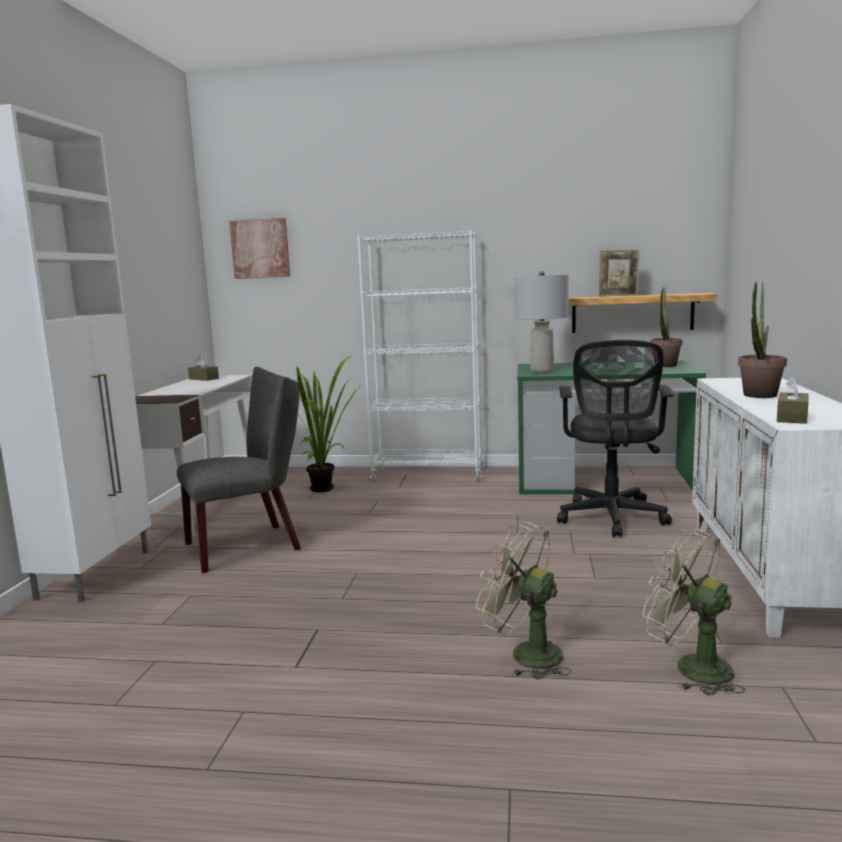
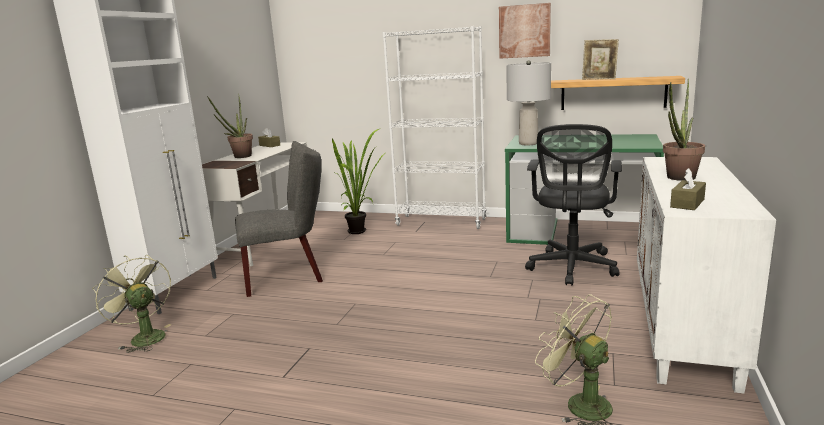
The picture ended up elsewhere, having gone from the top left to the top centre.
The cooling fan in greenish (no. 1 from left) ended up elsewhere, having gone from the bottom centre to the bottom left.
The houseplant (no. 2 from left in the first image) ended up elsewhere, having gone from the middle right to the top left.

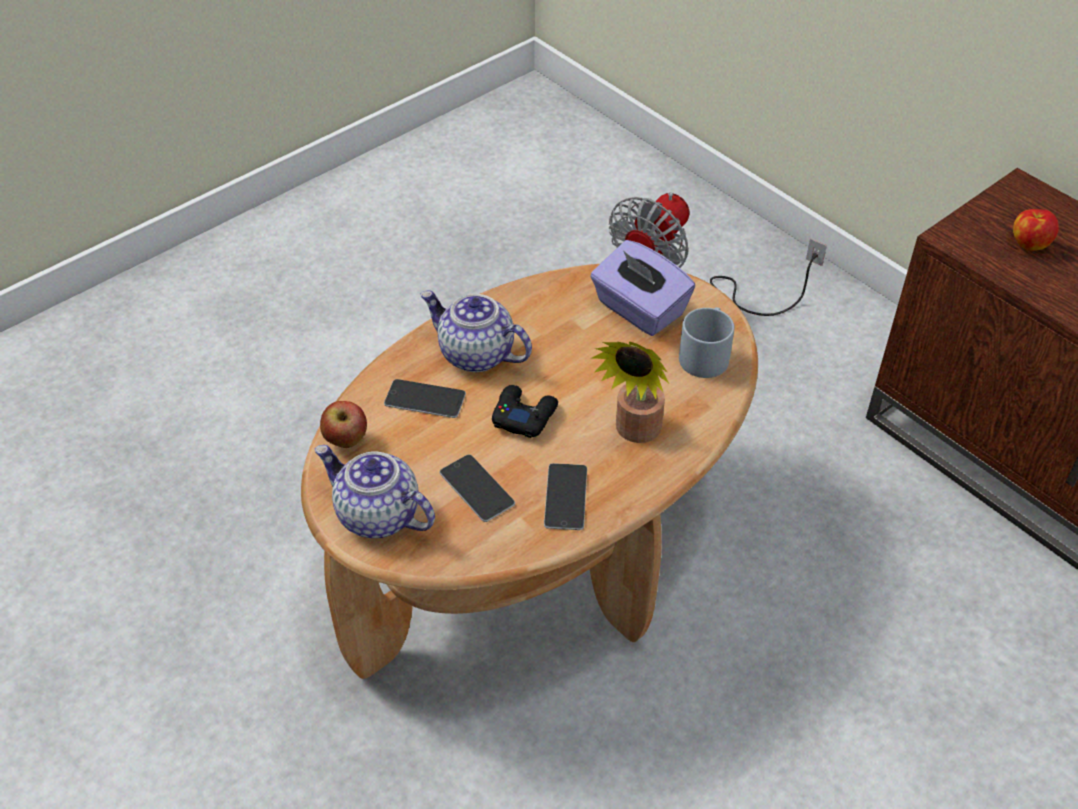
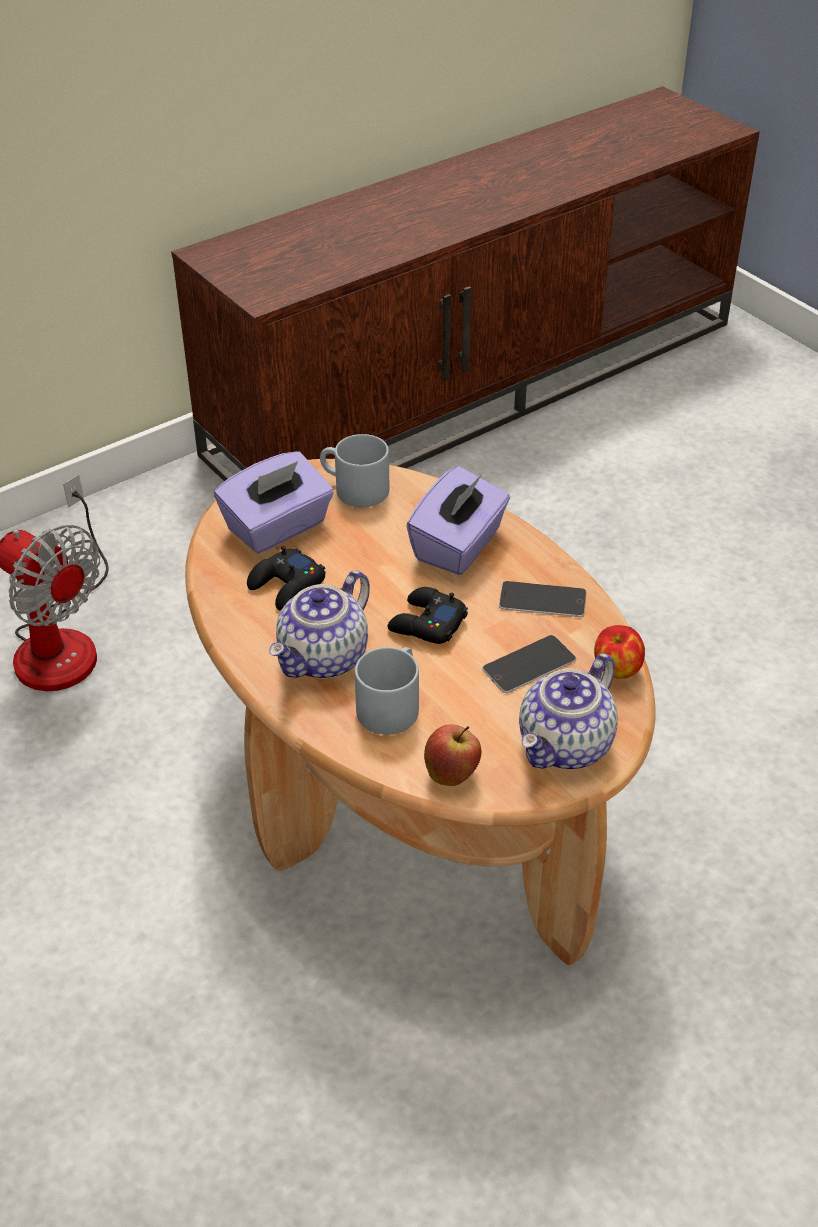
Where the handset (no. 1 from left) stood at the centre, the mug in grey (no. 2 from left) came to stand at the centre.
Where the houseplant stood at the centre, the tissue holder in purplish (no. 2 from left) came to stand at the centre.
The apple (no. 2 from left) ended up elsewhere, having gone from the top right to the middle right.
The second view gained the joypad in blackish (no. 1 from left) at the centre.

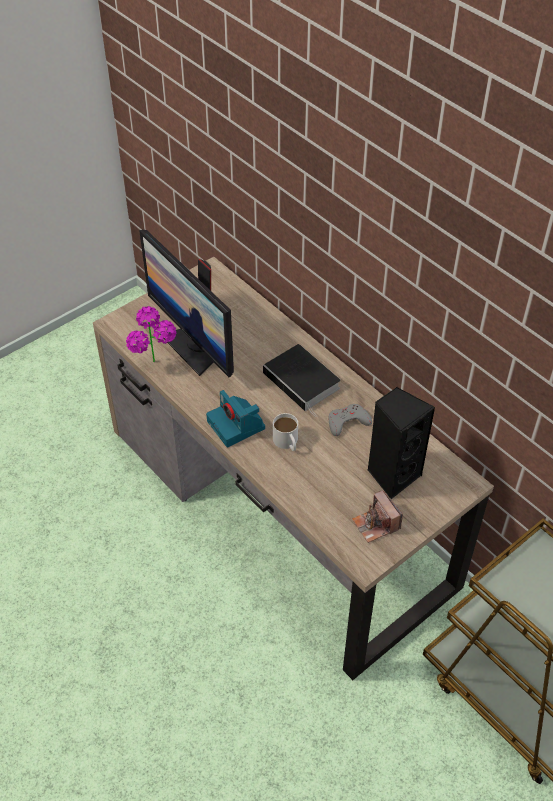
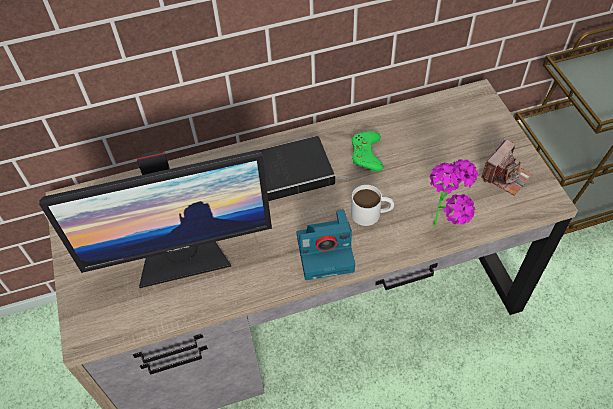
The houseplant ended up elsewhere, having gone from the middle left to the middle right.
What was the joypad in grey at the centre turned into the joypad in greenish at the centre.
The photo camera (no. 2 from left) at the middle right ended up facing another way, 45 degrees counterclockwise from before.
The second view lost the loudspeaker in blackish at the middle right.

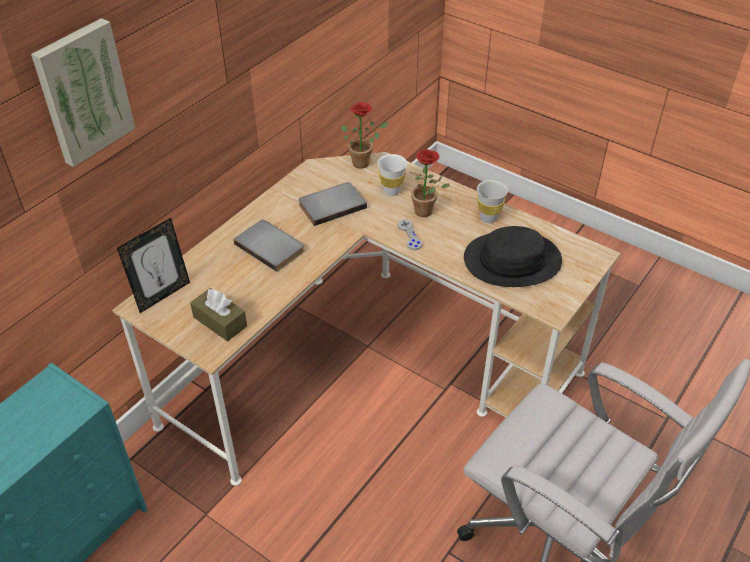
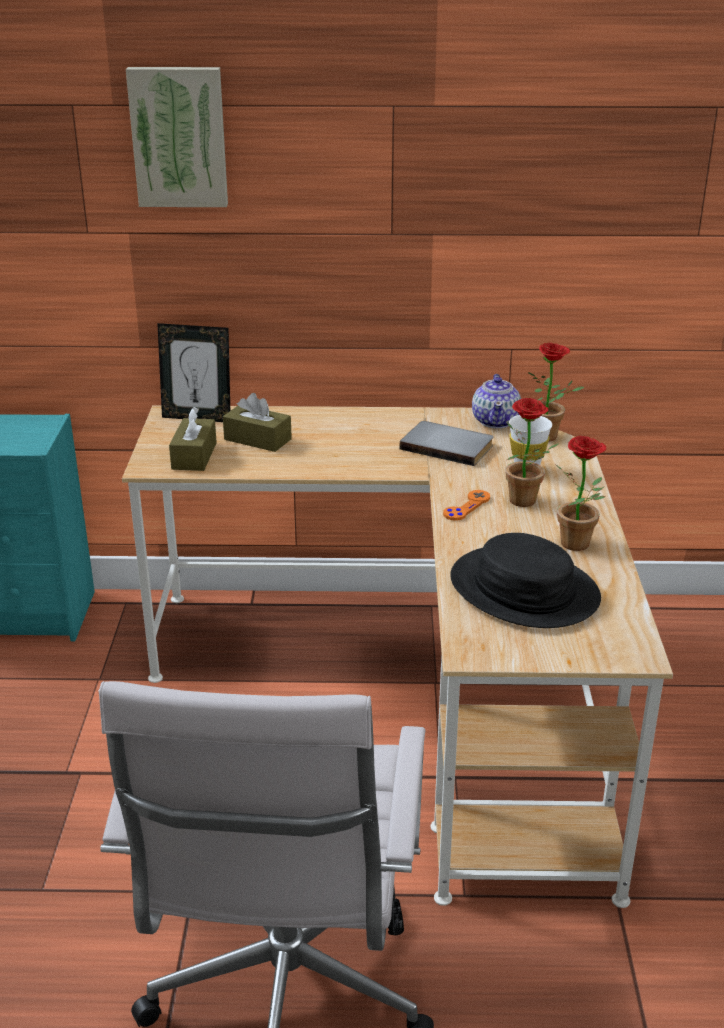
The second view lost the book in grey (no. 1 from left) at the centre.
What was the joypad in grey at the centre turned into the joypad in orange at the centre.
Where the cup in white (no. 2 from left) stood at the centre, the houseplant (no. 3 from left) came to stand at the middle right.
The second view gained the tissue holder in brownish (no. 2 from left) at the centre.
The second view gained the tea pot at the middle right.

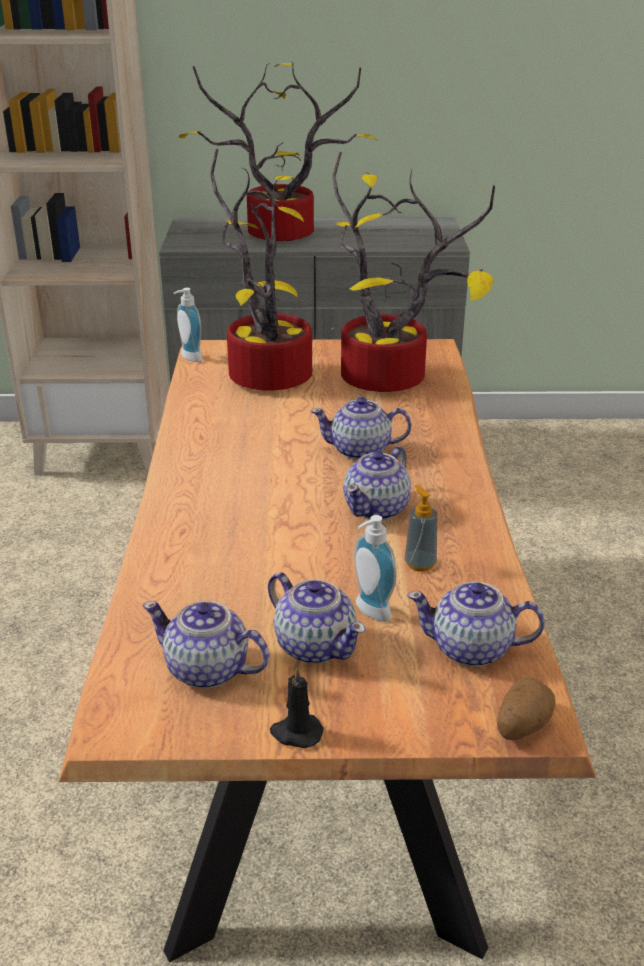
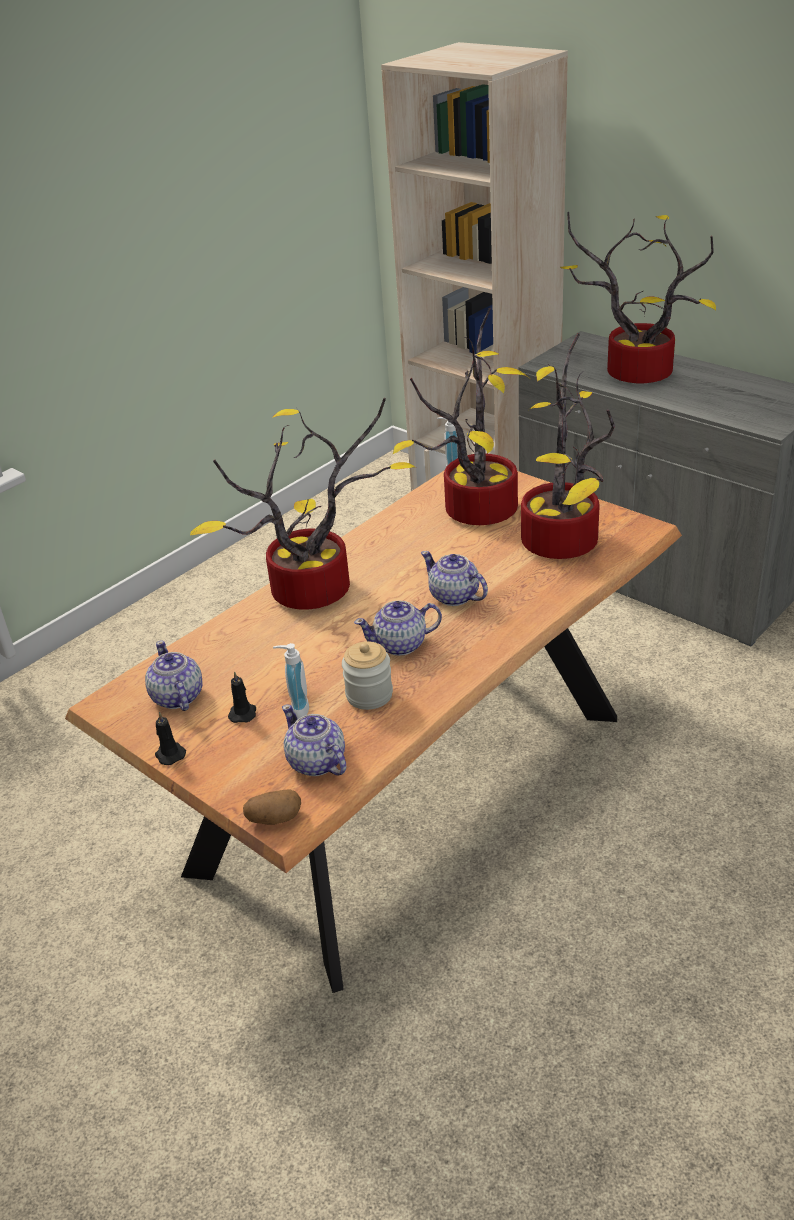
Where the tea pot (no. 2 from left) stood at the centre, the candle in blackish (no. 2 from left) came to stand at the middle left.
Where the soap dispenser (no. 3 from left) stood at the centre, the storage jar came to stand at the centre.
The second view gained the houseplant (no. 1 from left) at the centre.

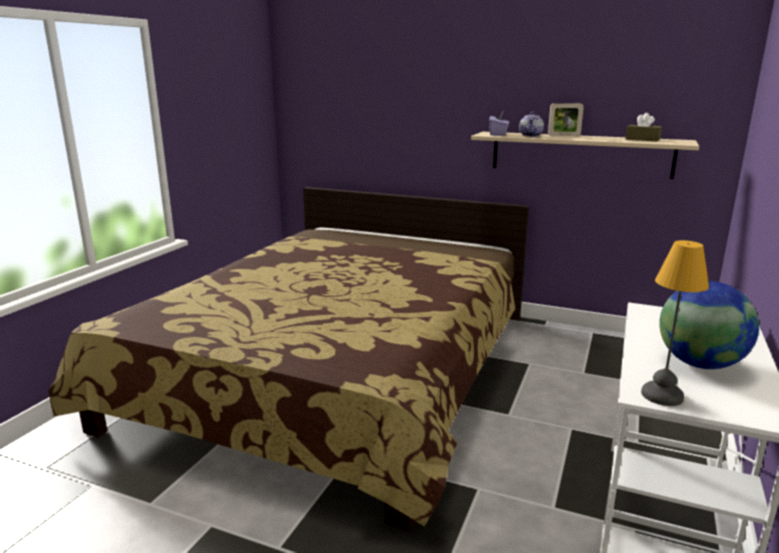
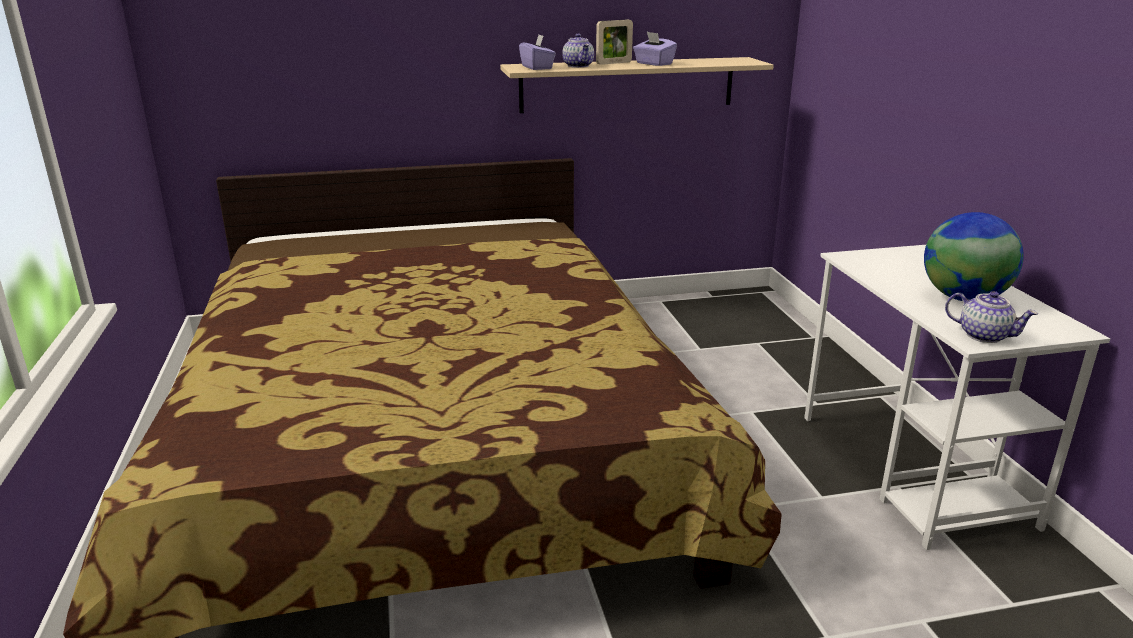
The second view lost the tissue holder in brownish at the top right.
Where the lamp for a table stood at the middle right, the tea pot (no. 2 from left) came to stand at the middle right.
The second view gained the tissue holder in purplish (no. 2 from left) at the top centre.

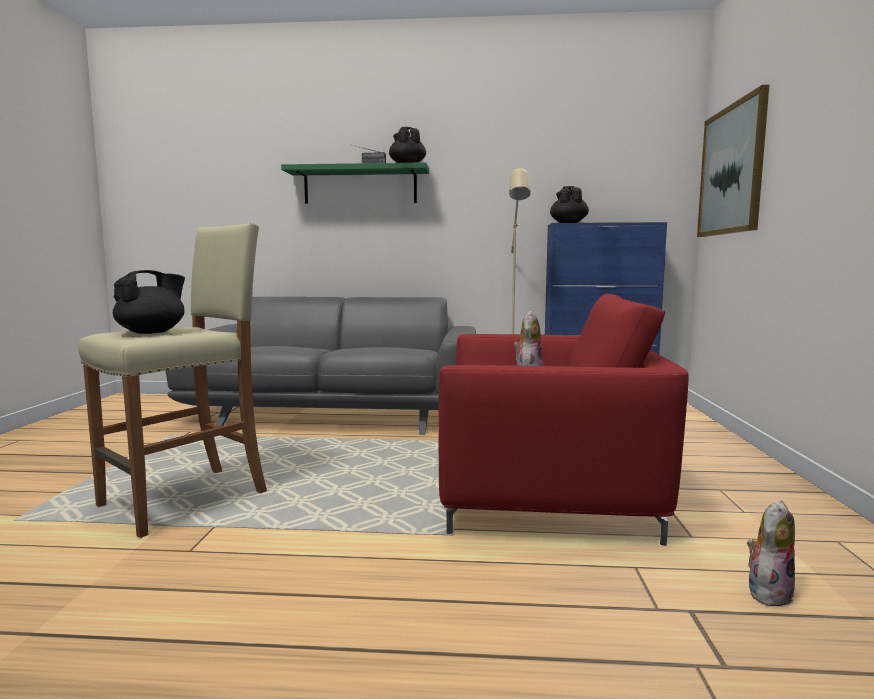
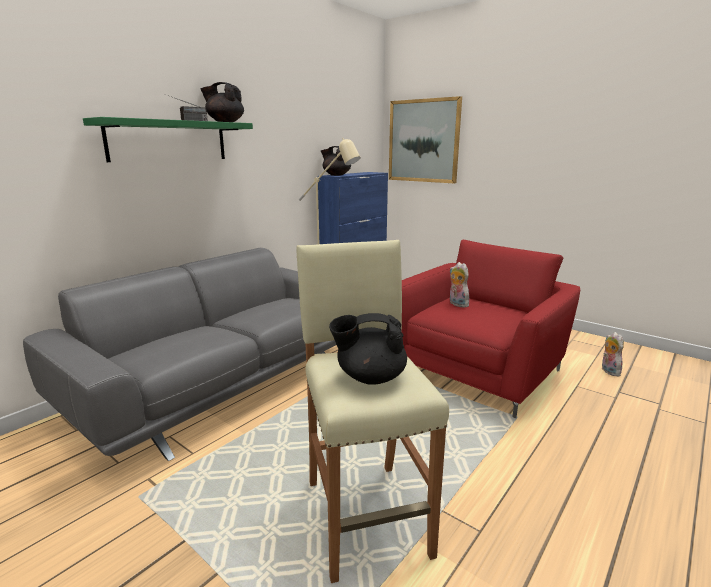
The tea pot in blackish (no. 1 from left in the first image) at the middle left ended up facing another way, 75 degrees counterclockwise from before.

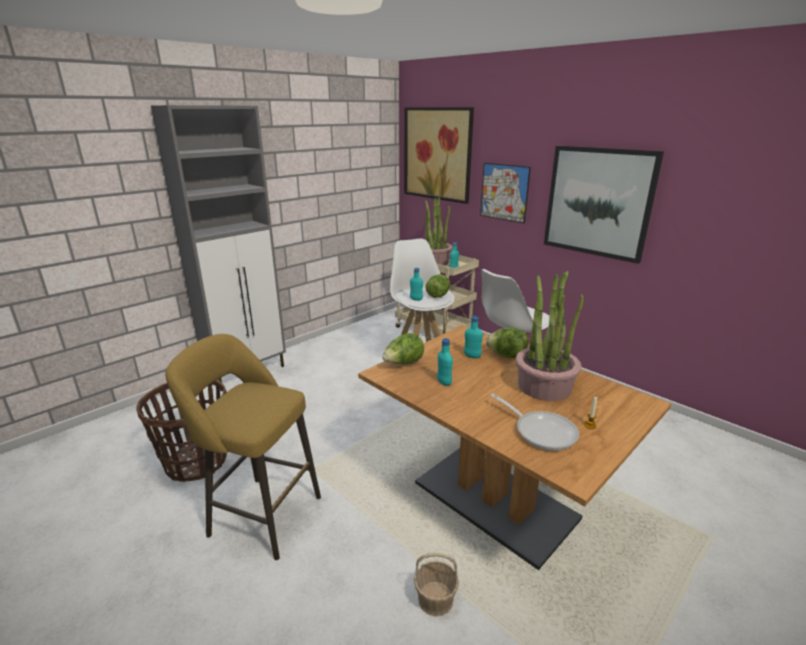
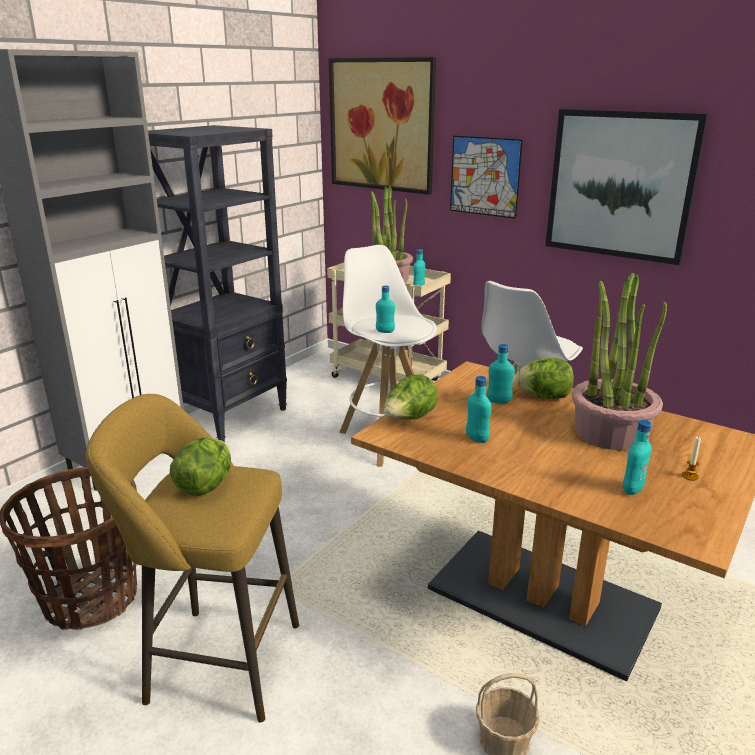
The lettuce (no. 2 from left in the first image) ended up elsewhere, having gone from the centre to the middle left.
Where the frying pan stood at the centre, the beverage bottle in turquoise-coloured (no. 5 from left) came to stand at the middle right.
The second view gained the bookshelf in blackish at the middle left.

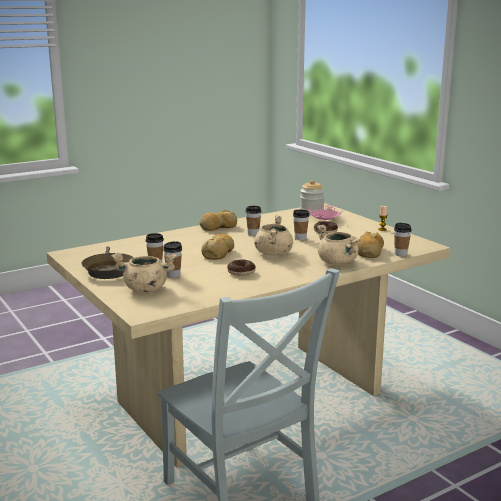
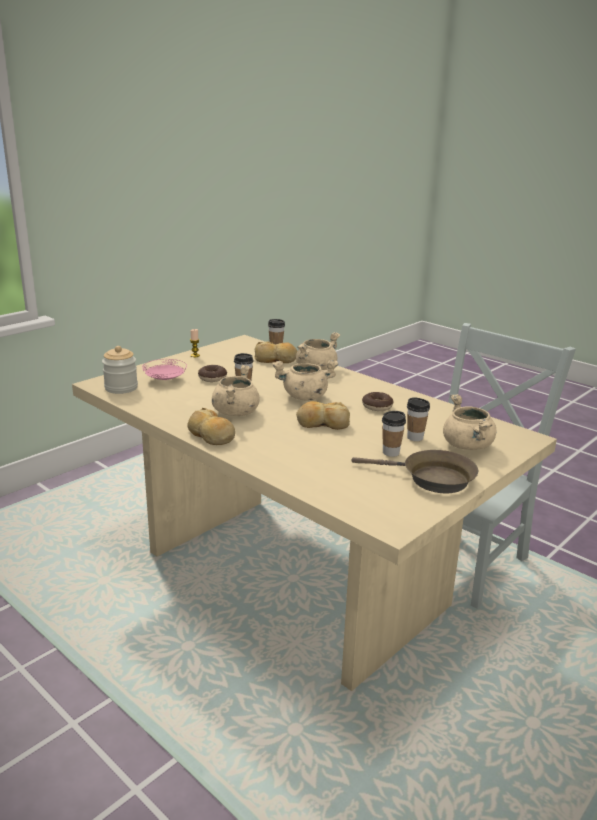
The frying pan in brownish at the middle left ended up facing another way, 45 degrees clockwise from before.
Where the cup (no. 3 from left) stood at the centre, the stockpot in beige-coloured (no. 1 from left) came to stand at the centre.

